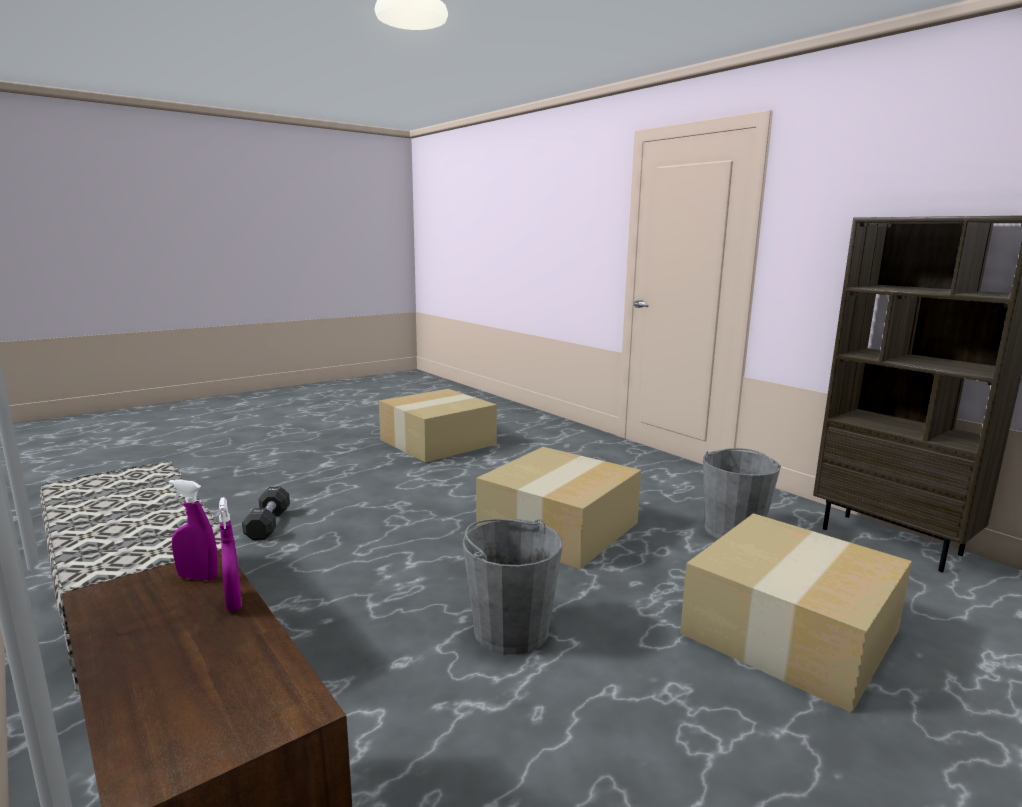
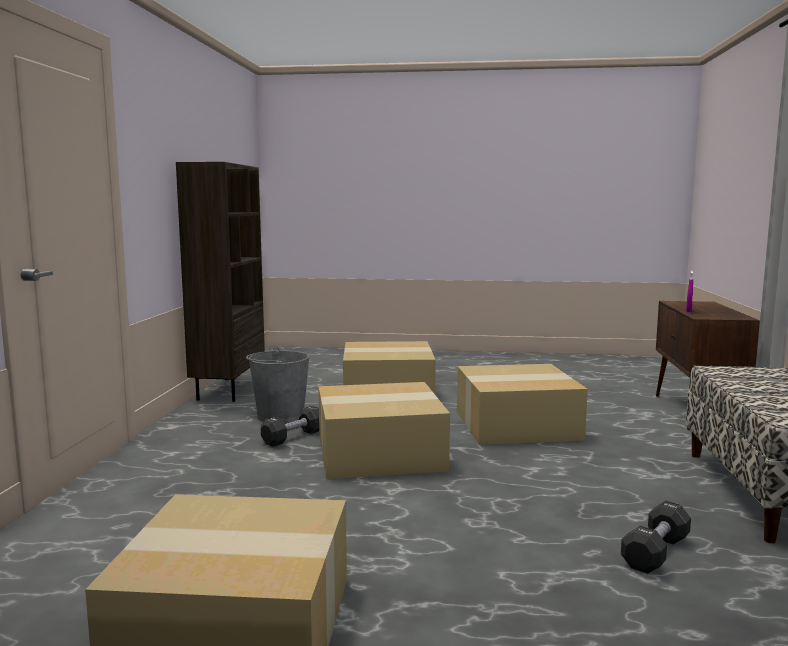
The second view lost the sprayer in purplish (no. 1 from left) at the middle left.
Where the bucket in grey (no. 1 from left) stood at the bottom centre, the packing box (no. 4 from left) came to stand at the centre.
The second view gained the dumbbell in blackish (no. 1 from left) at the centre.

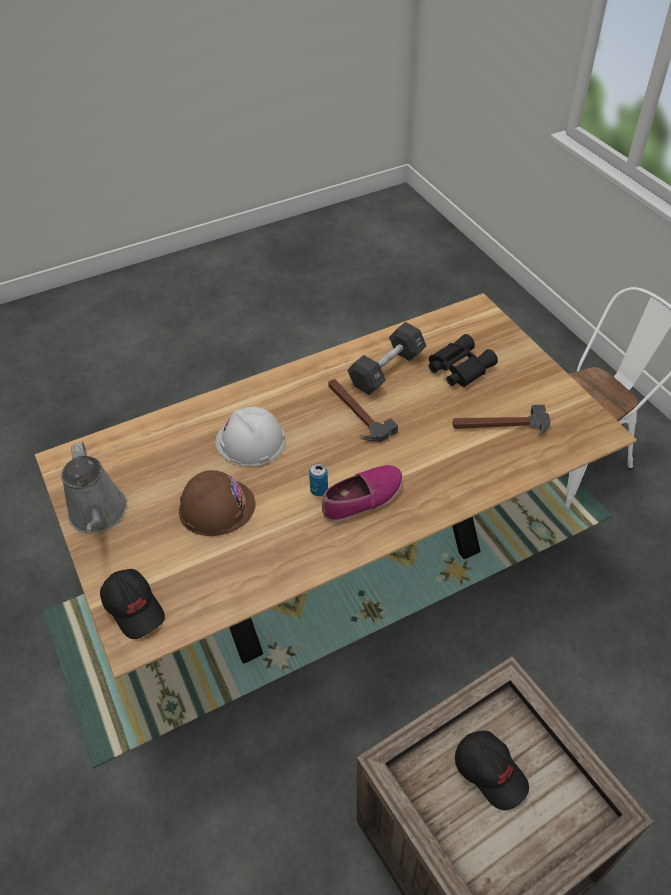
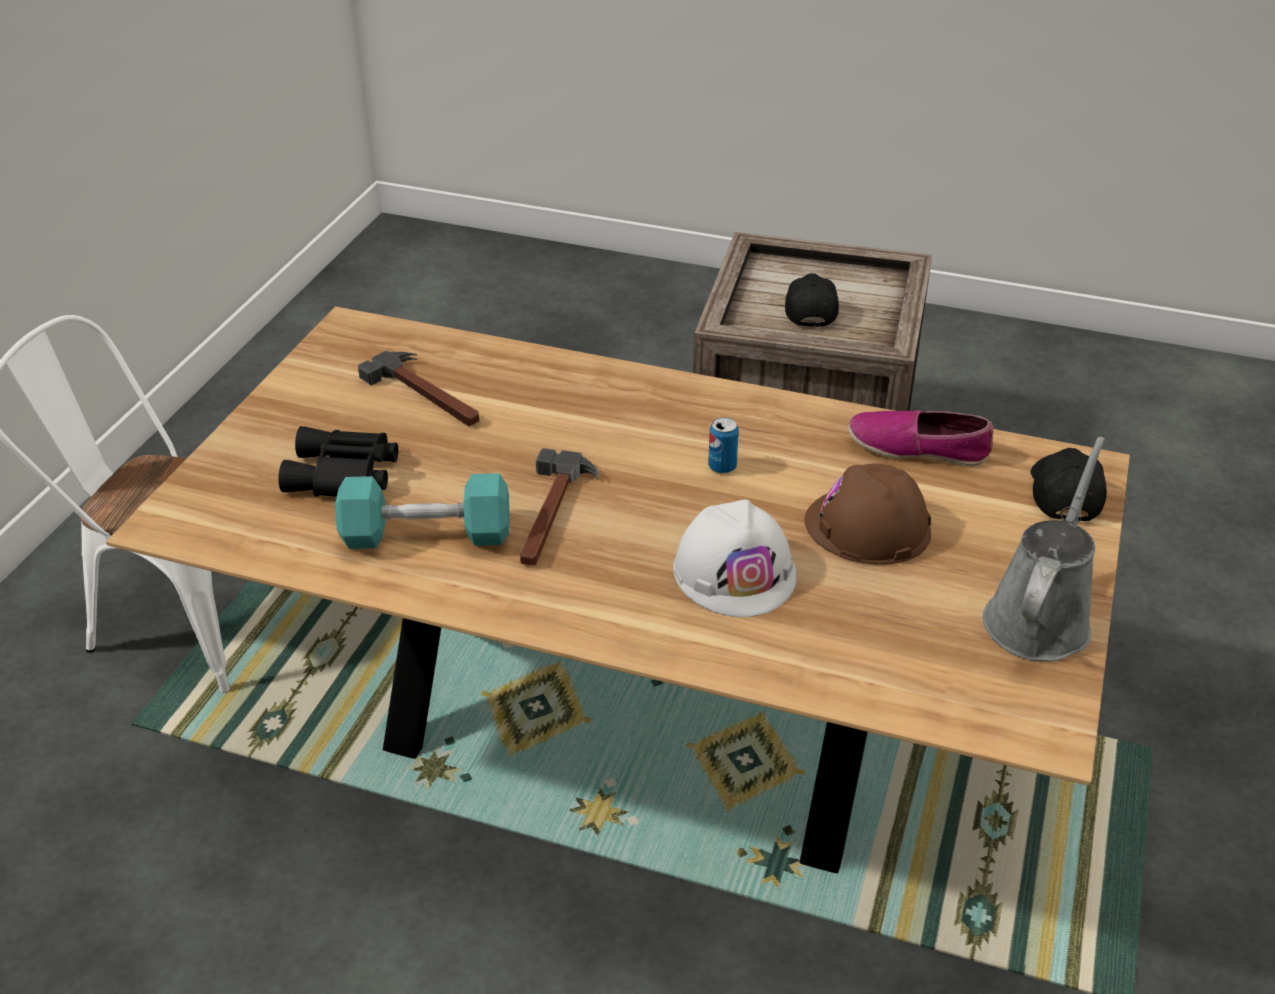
The low shoe ended up elsewhere, having gone from the centre to the middle right.
What was the dumbbell in blackish at the centre turned into the dumbbell in turquoise-coloured at the middle left.

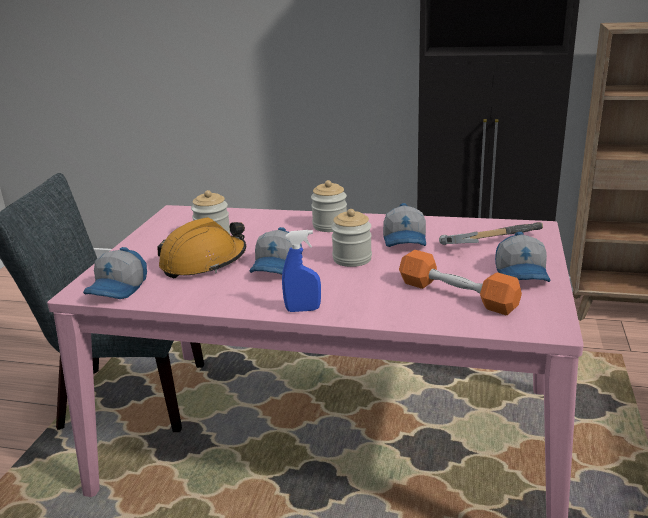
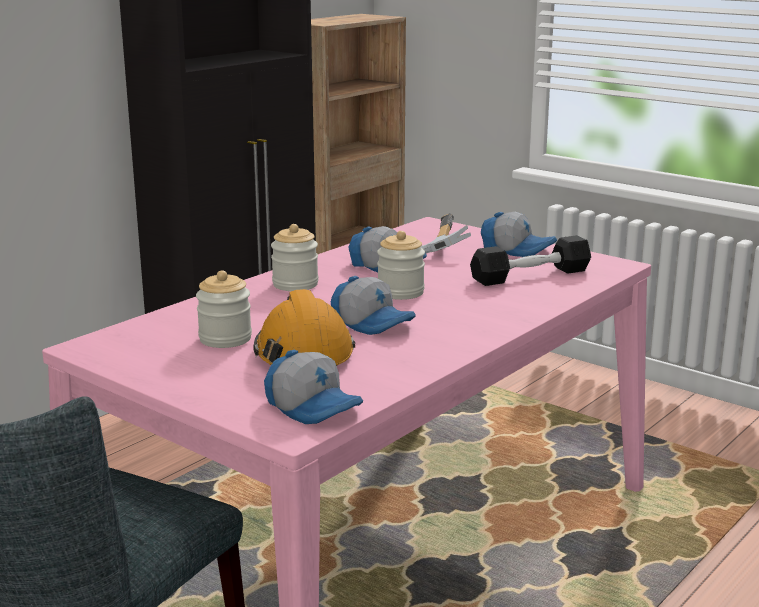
The second view lost the sprayer in bluish at the centre.
What was the dumbbell in orange at the middle right turned into the dumbbell in blackish at the middle right.

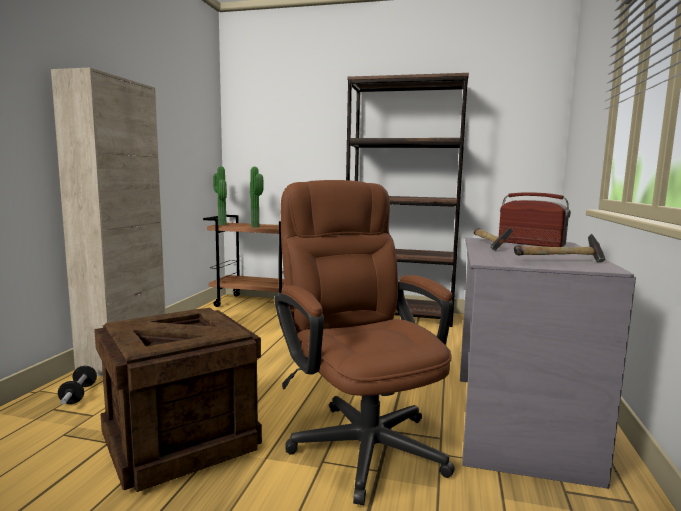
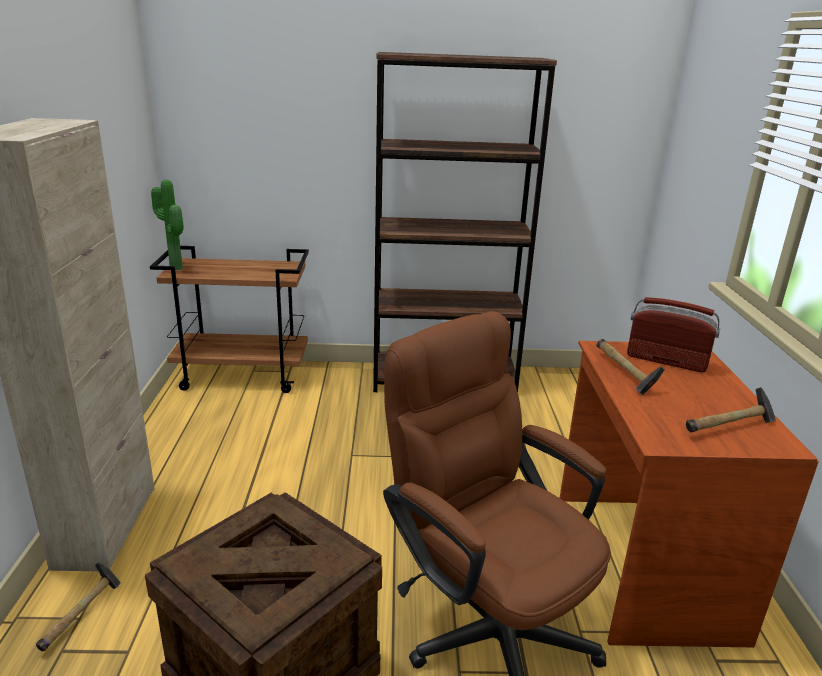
Where the dumbbell stood at the bottom left, the tool hammer (no. 1 from left) came to stand at the bottom left.
The second view lost the houseplant (no. 2 from left) at the centre.
What was the desk in grey at the bottom right turned into the desk in brownish at the bottom right.

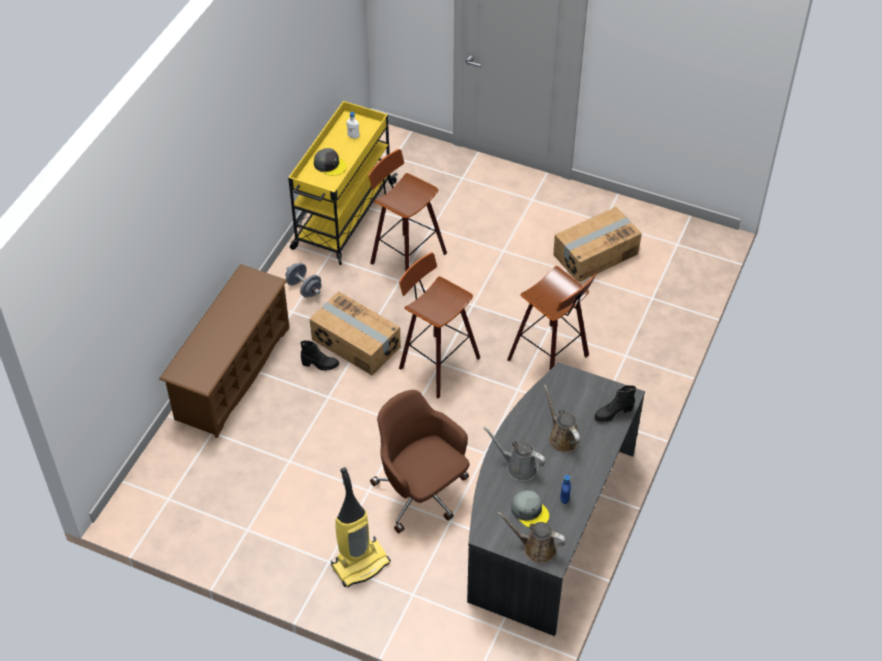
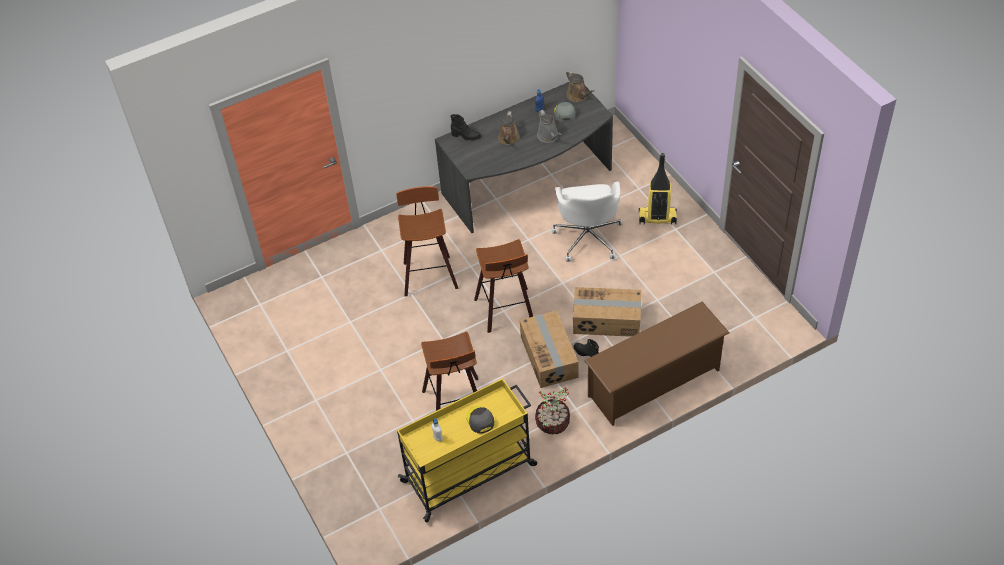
Where the dumbbell in grey stood at the centre, the houseplant came to stand at the bottom centre.
What was the desk chair in brownish at the bottom centre turned into the desk chair in white at the centre.
The packing box (no. 2 from left) ended up elsewhere, having gone from the middle right to the centre.

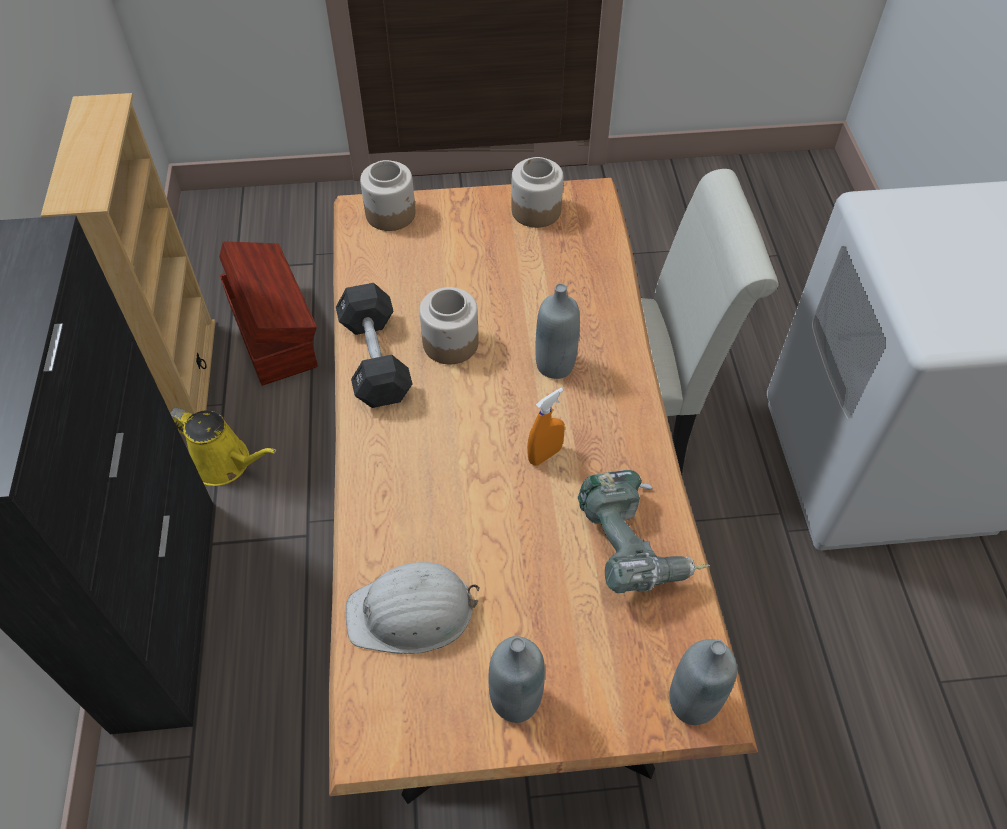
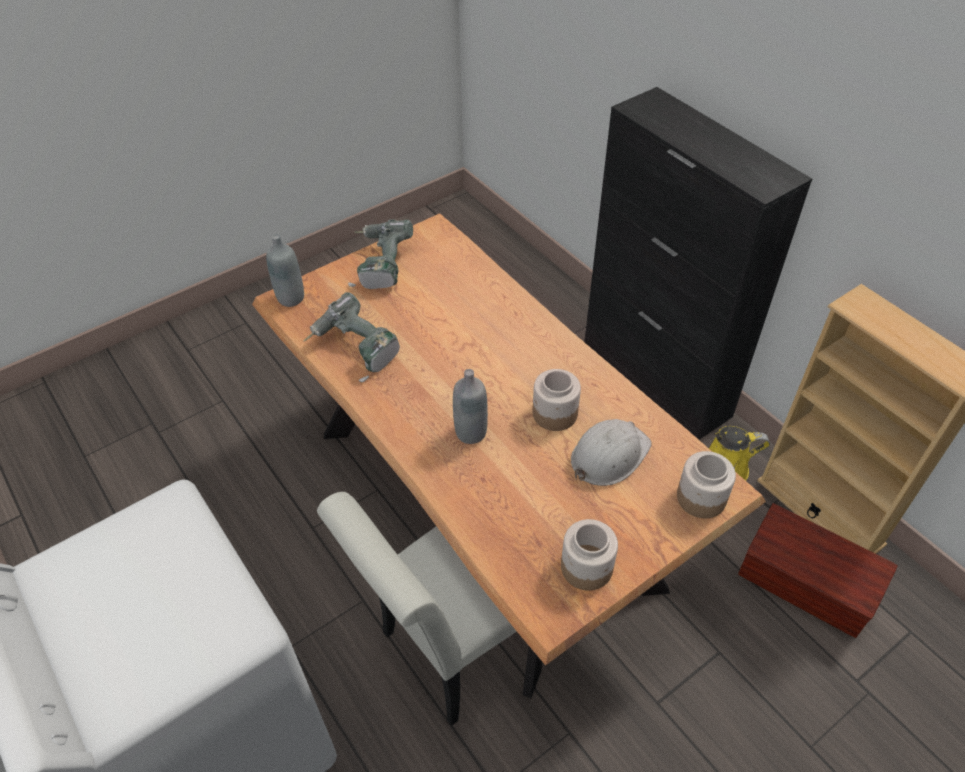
The second view lost the dumbbell in blackish at the centre.
The work helmet in white ended up elsewhere, having gone from the bottom centre to the centre.
Where the beverage bottle in grey (no. 1 from left) stood at the bottom centre, the electric drill (no. 2 from left) came to stand at the top centre.
The second view lost the sprayer in orange at the centre.

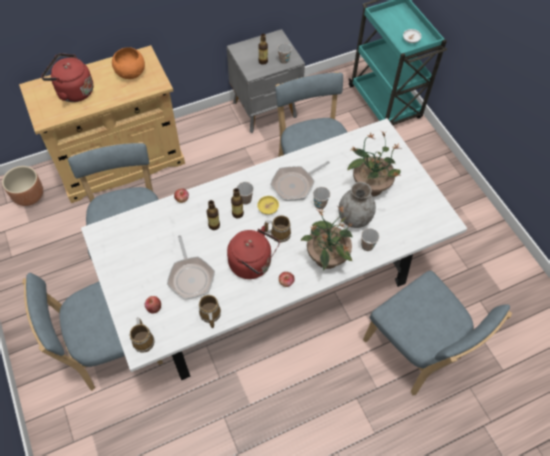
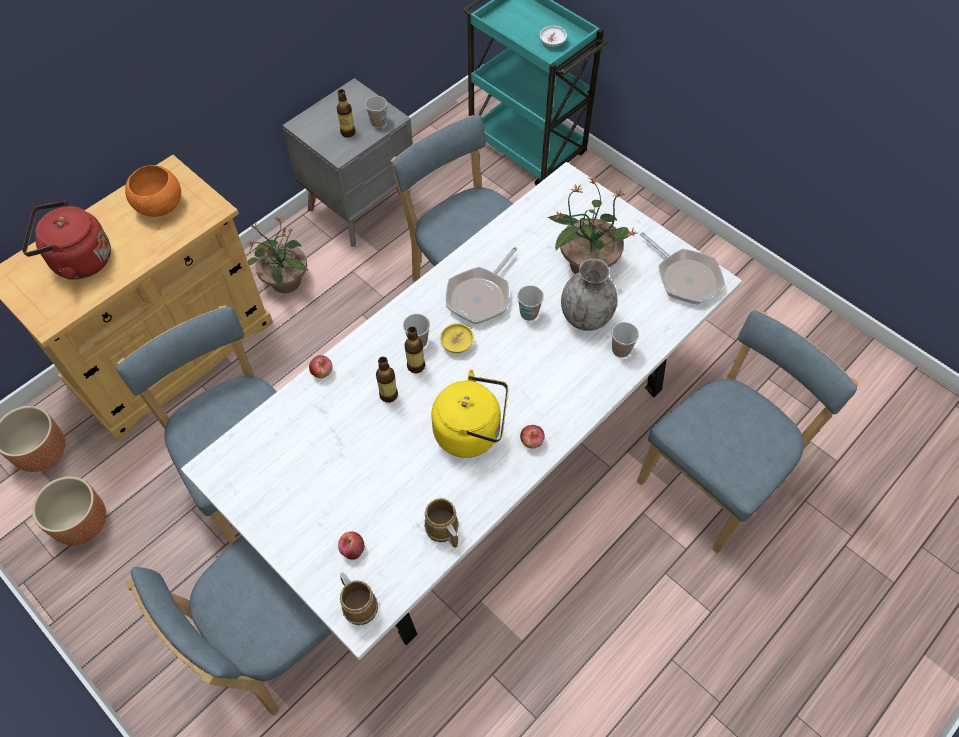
The frying pan (no. 1 from left in the first image) ended up elsewhere, having gone from the centre to the middle right.
What was the tea kettle in reddish (no. 2 from left) at the centre turned into the tea kettle in yellowish at the centre.
The second view lost the mug (no. 3 from left) at the centre.
The houseplant (no. 1 from left) ended up elsewhere, having gone from the centre to the middle left.
The upright chair in bluish (no. 4 from left) at the bottom right ended up facing another way, 75 degrees counterclockwise from before.
The second view gained the plant pot in brownish (no. 2 from left) at the bottom left.

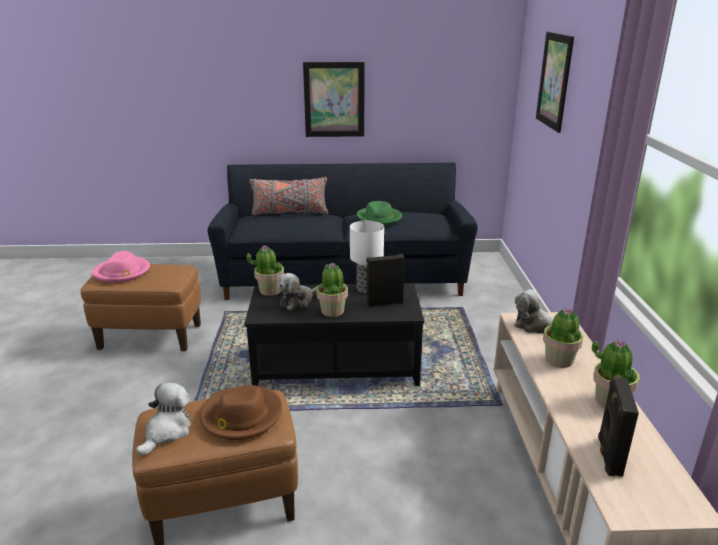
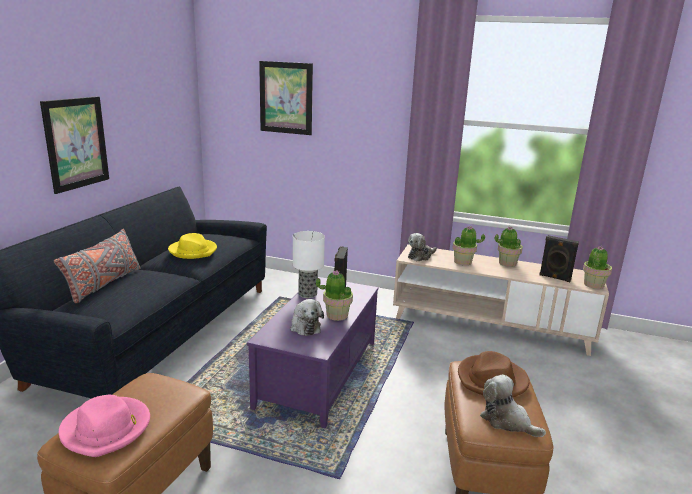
What was the lounge table in blackish at the centre turned into the lounge table in purplish at the bottom centre.
The houseplant (no. 1 from left in the first image) ended up elsewhere, having gone from the centre to the middle right.
What was the clothing hat in greenish at the centre turned into the clothing hat in yellowish at the middle left.

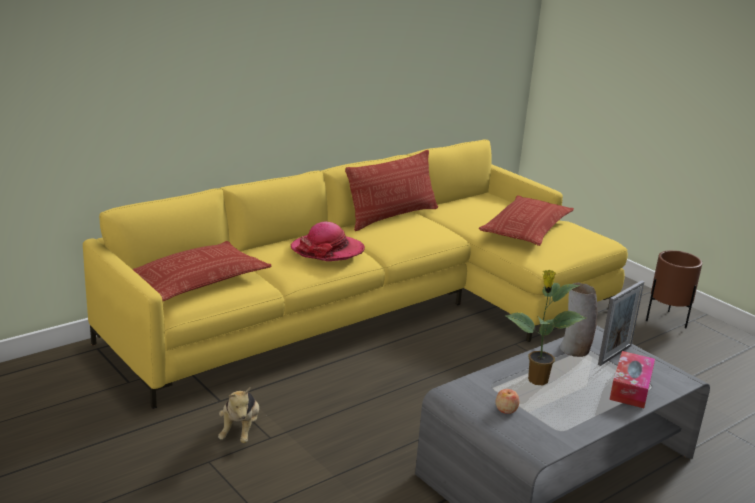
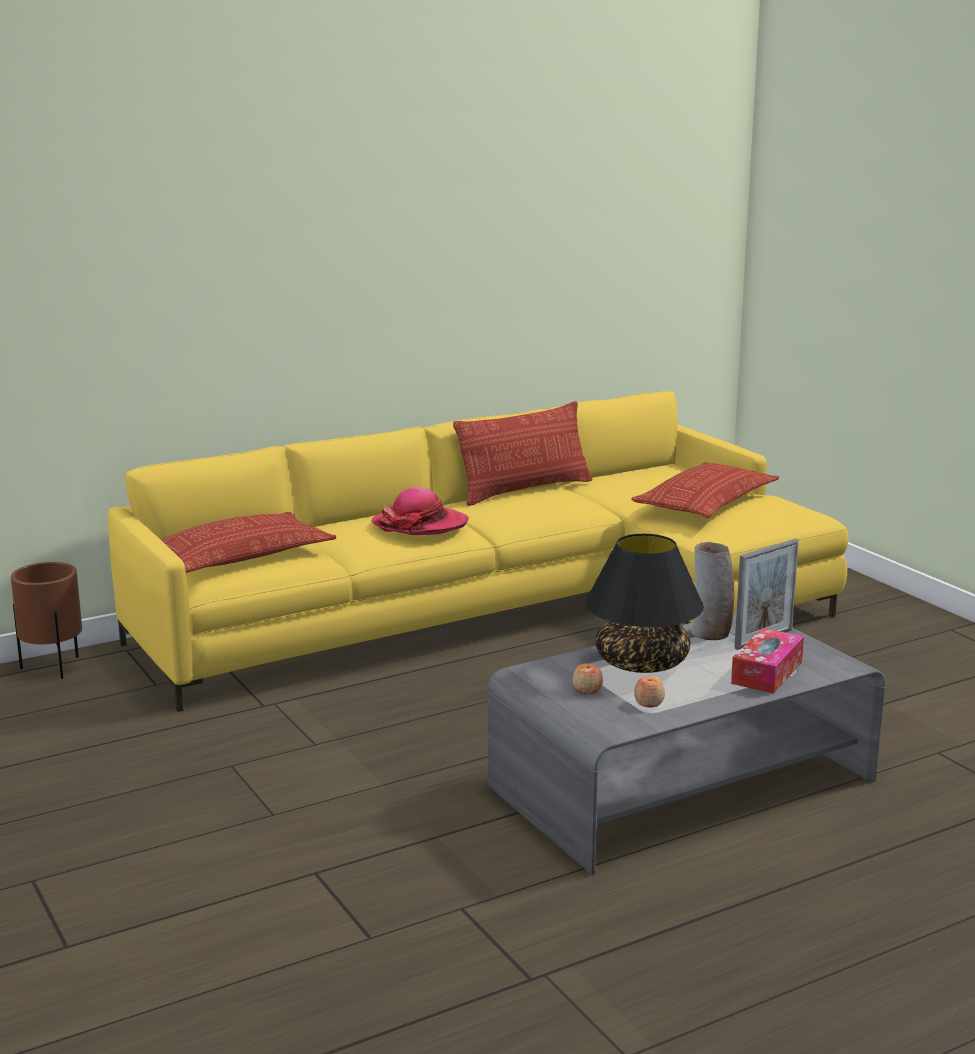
The second view lost the cuddly toy at the bottom left.
Where the houseplant stood at the middle right, the lamp for a table in blackish came to stand at the centre.
The plant pot in brownish ended up elsewhere, having gone from the middle right to the middle left.
The second view gained the apple (no. 2 from left) at the centre.

